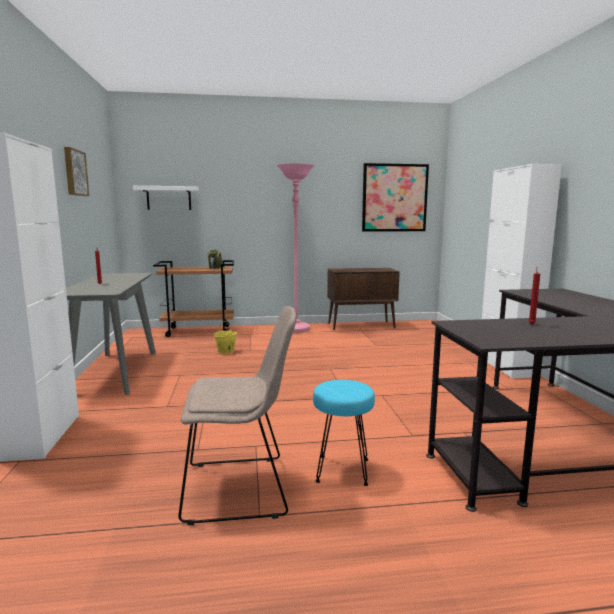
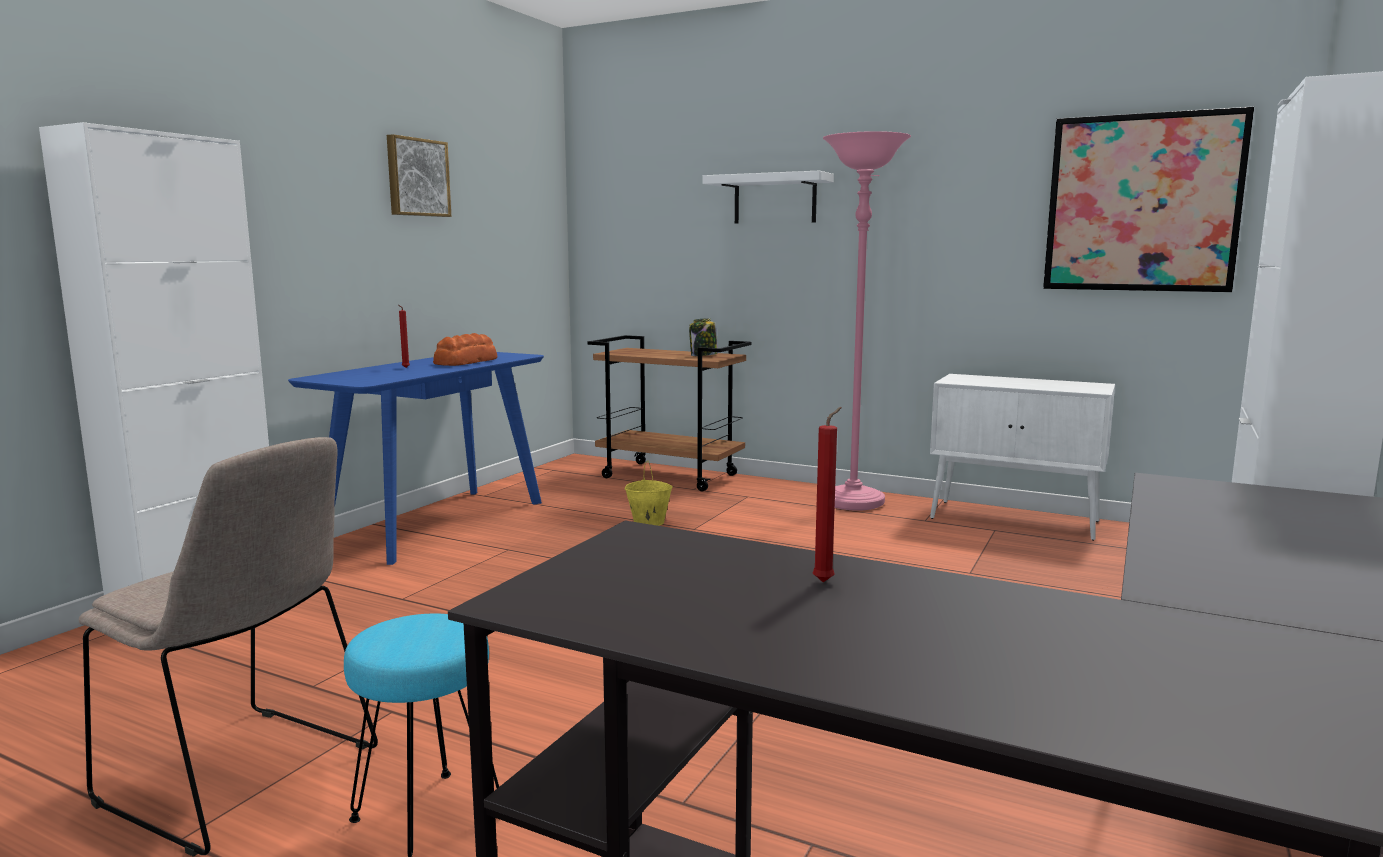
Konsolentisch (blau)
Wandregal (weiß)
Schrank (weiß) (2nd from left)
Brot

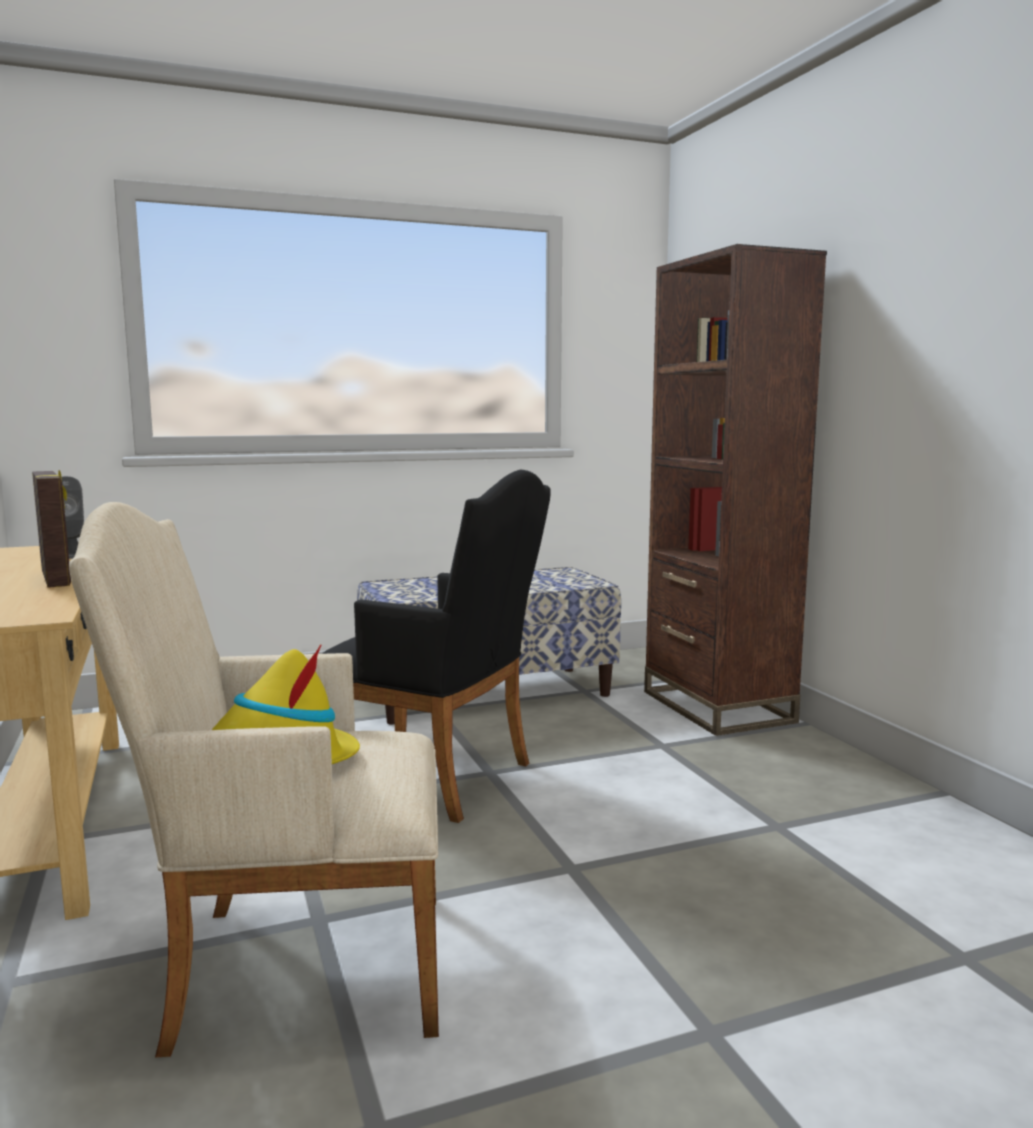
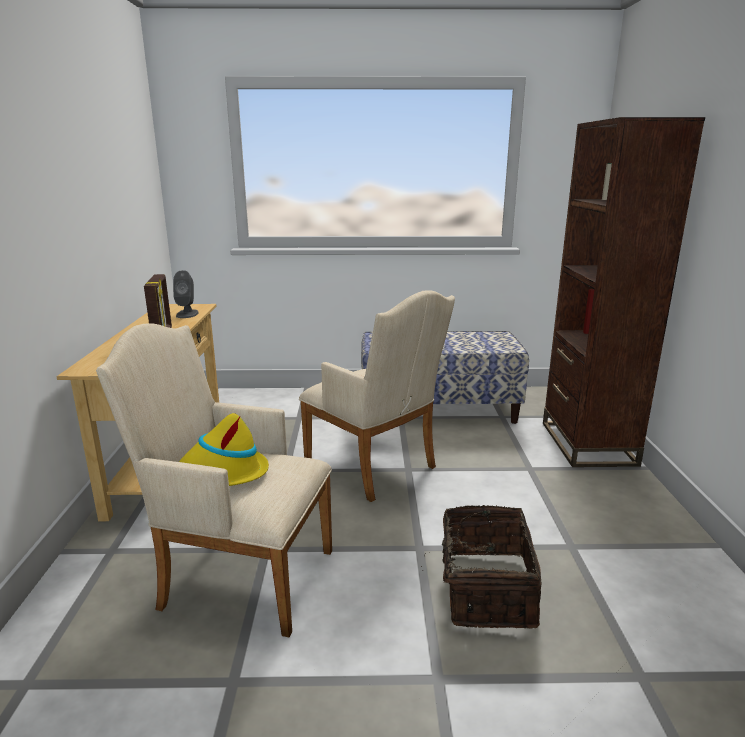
Sessel (beige) (2nd from left)
Korb

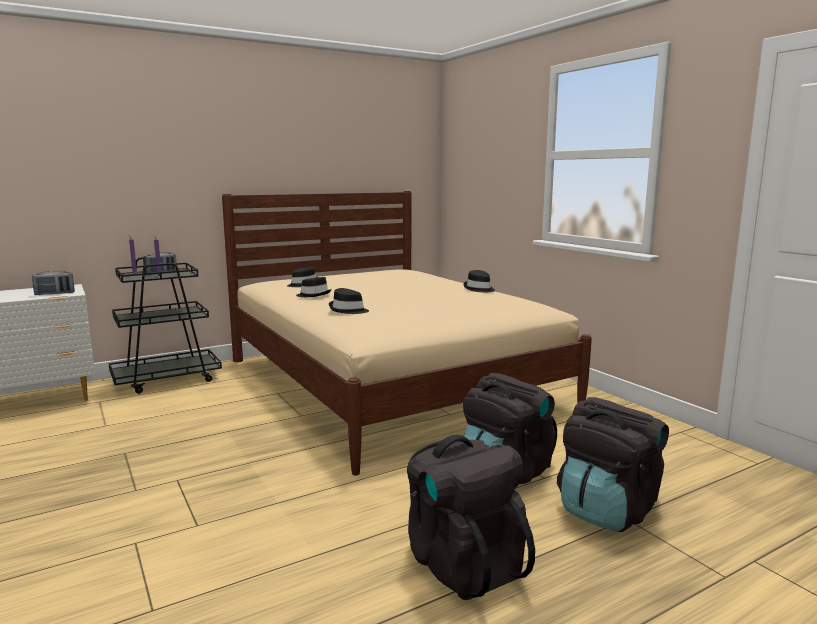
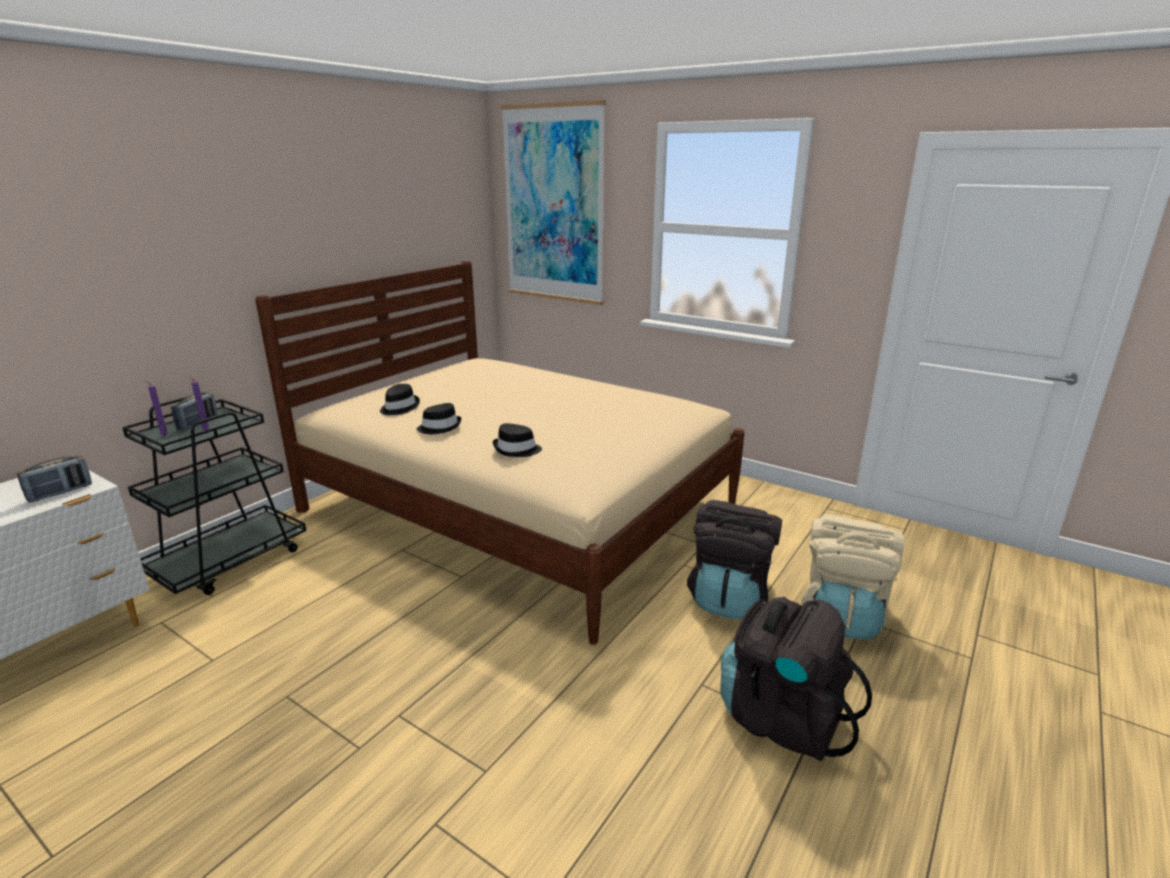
Hut (schwarz) (4th from left in the first image)
Rucksack (beige)
Bild

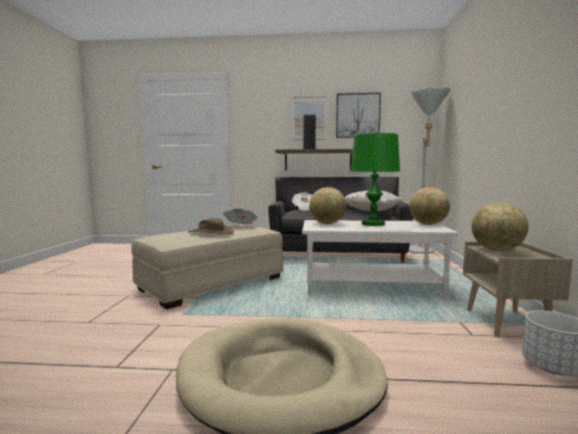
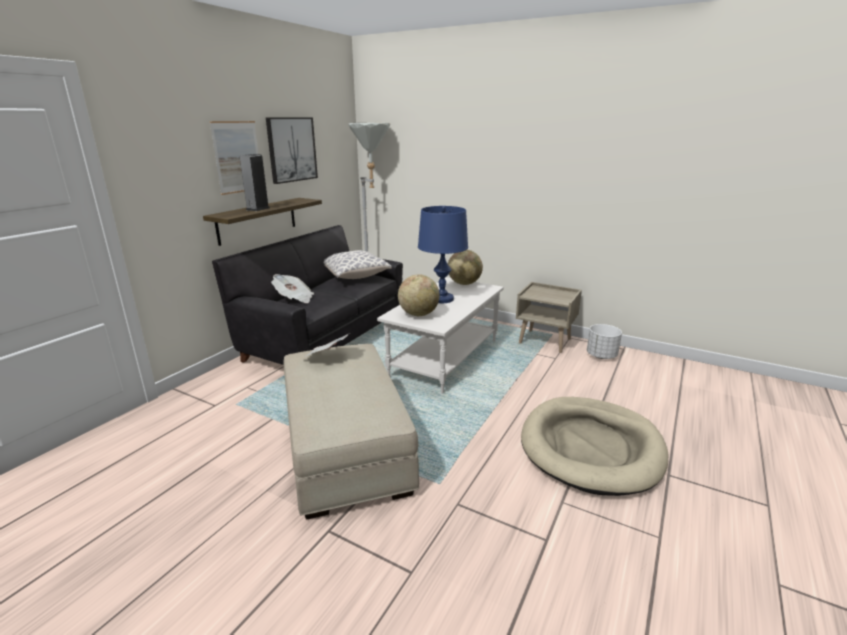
Hut (braun)
Tischlampe (blau)
Globus (3rd from left in the first image)

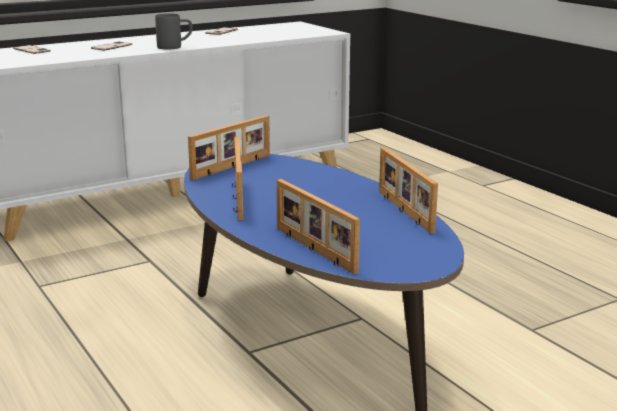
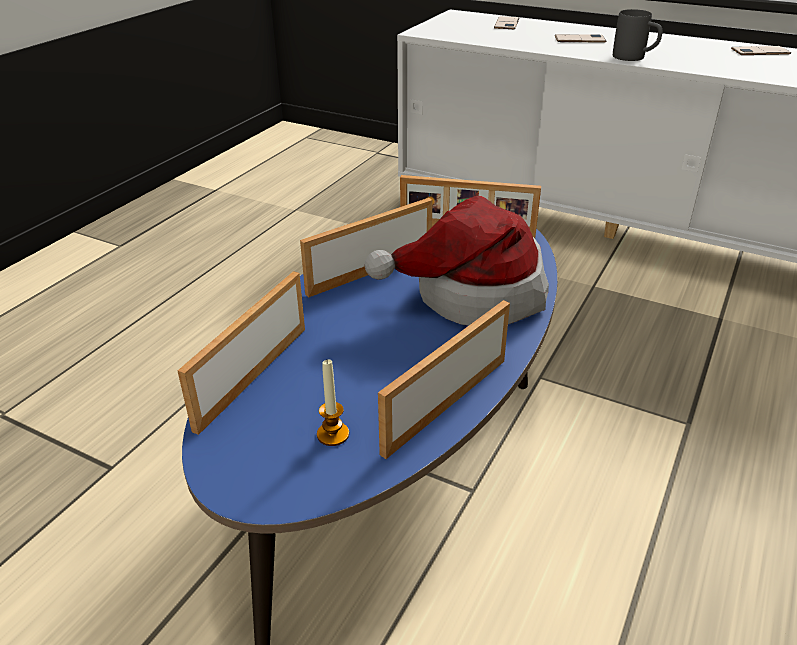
Kerze
Hut

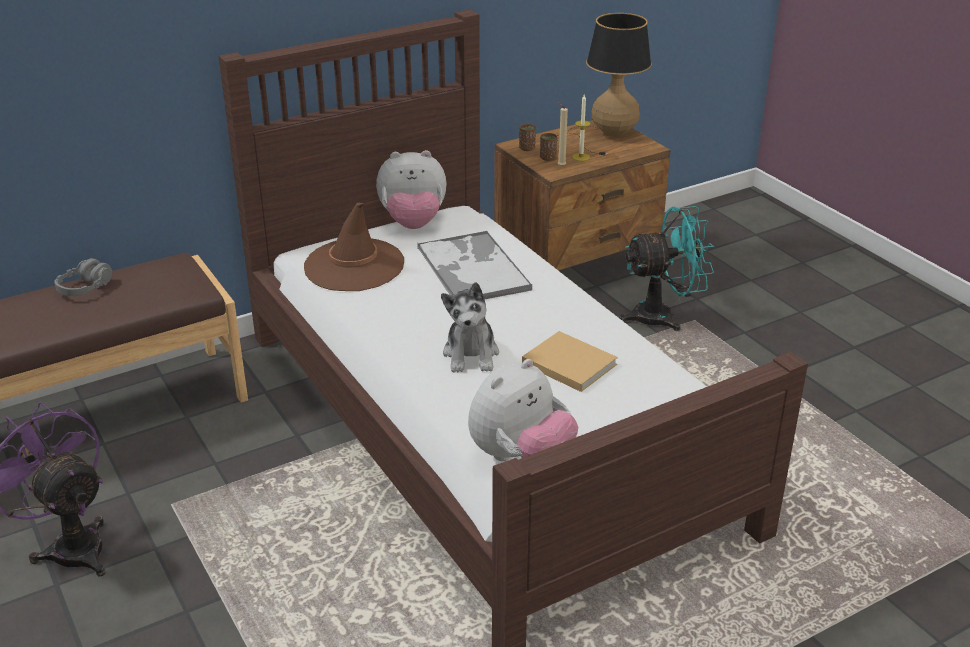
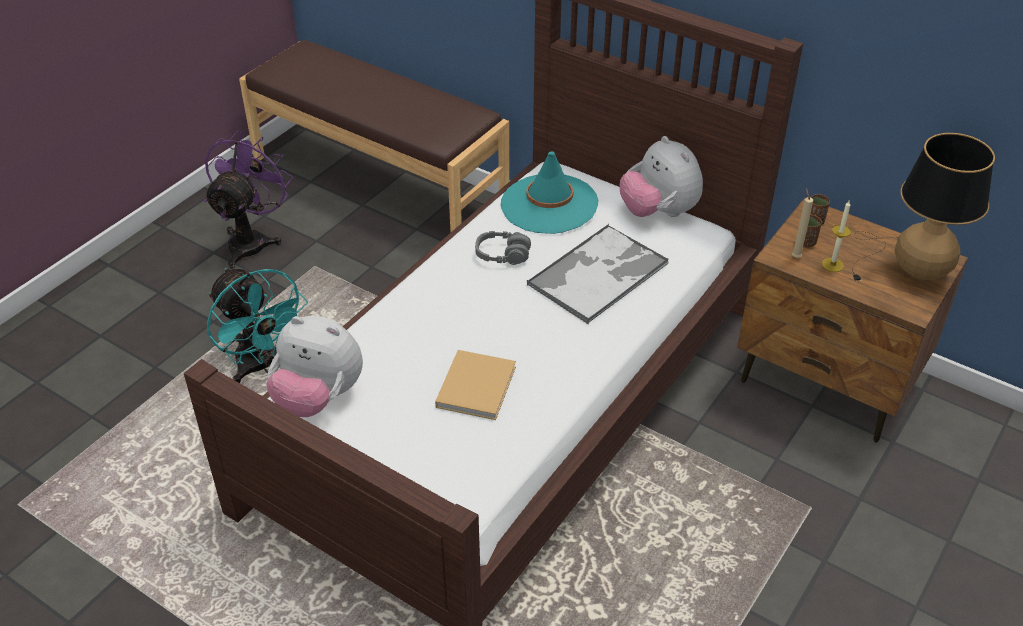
Kopfhörer (grau)
Hut (türkis)
Plüschtier (2nd from left in the first image)
Ventilator (türkis)

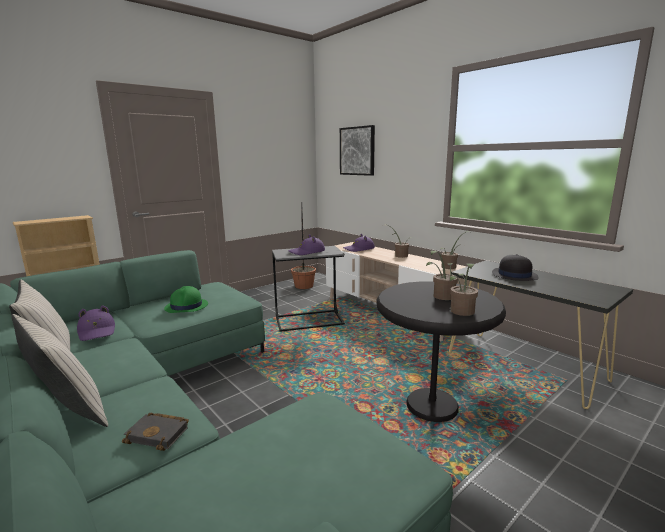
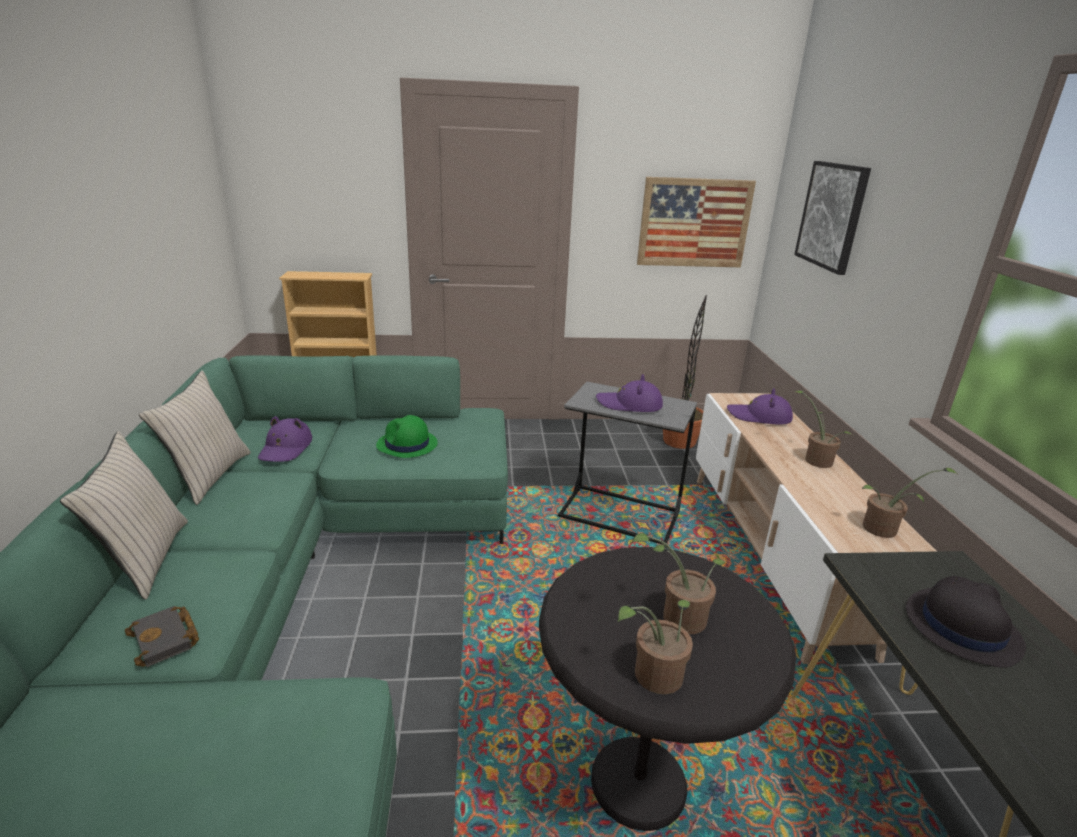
Bild (1st from left)

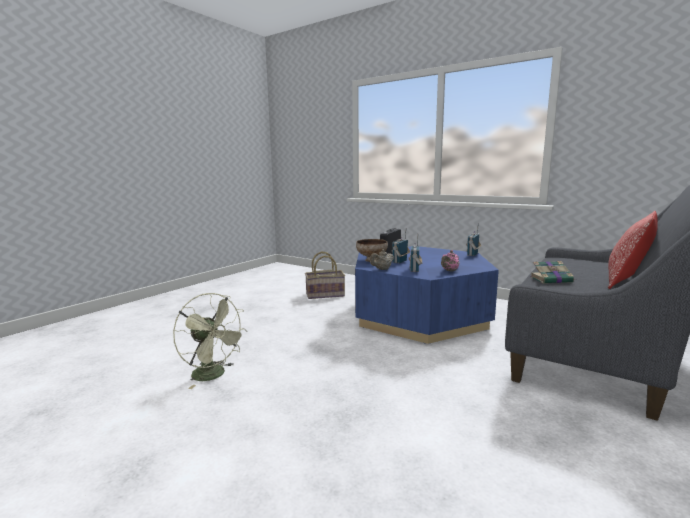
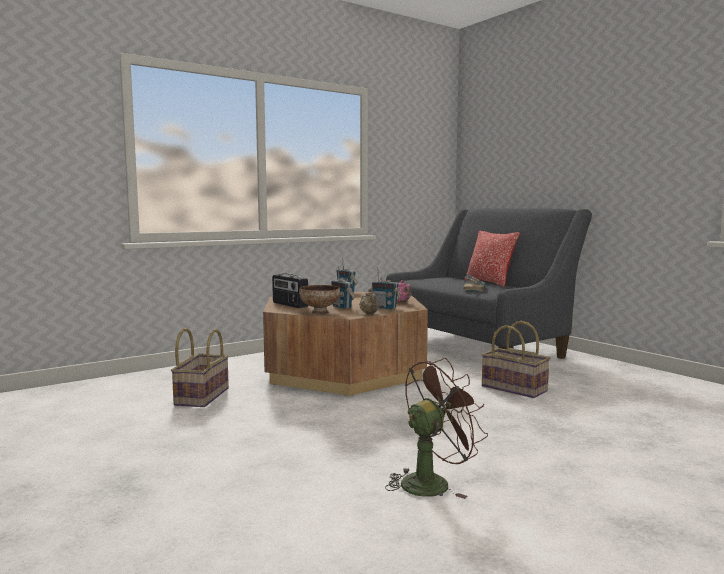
Ventilator (braun)
Couchtisch (braun)
Korb (2nd from left)

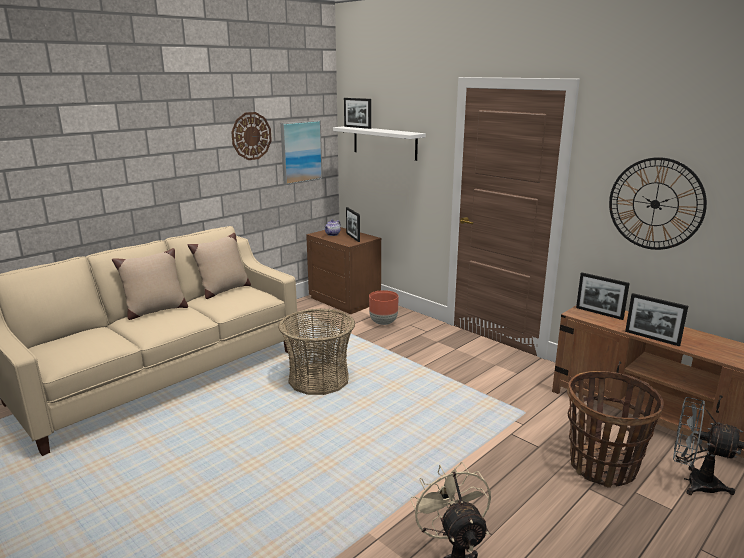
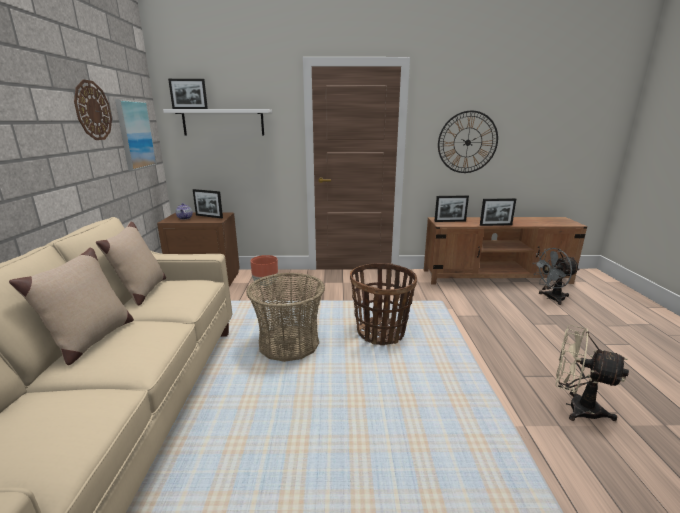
Korb (2nd from left)

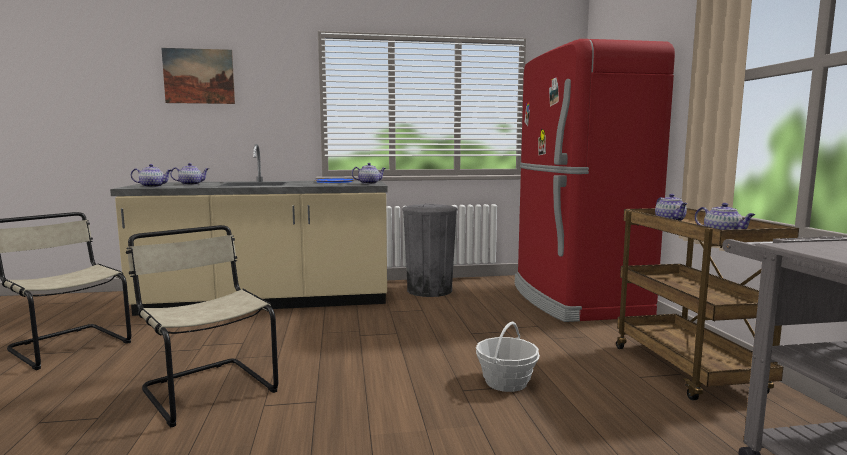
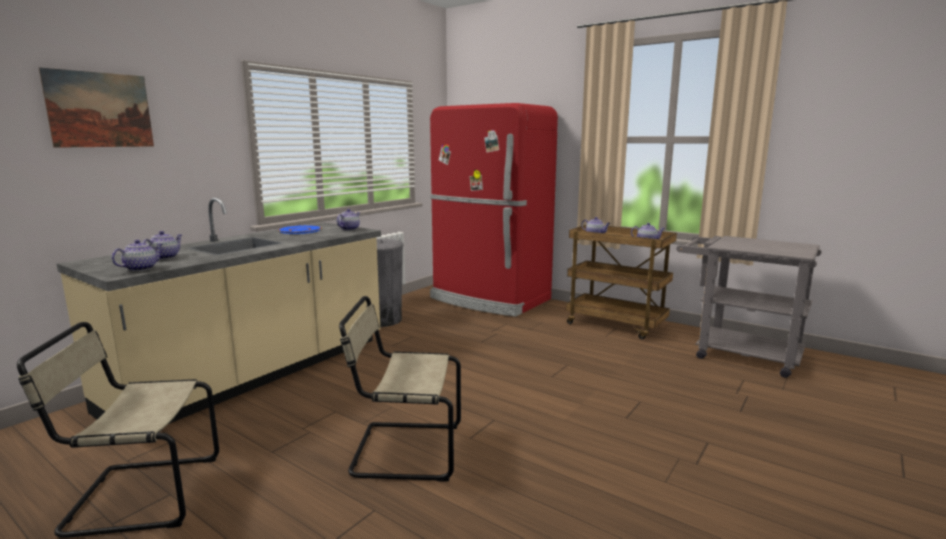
Korb

